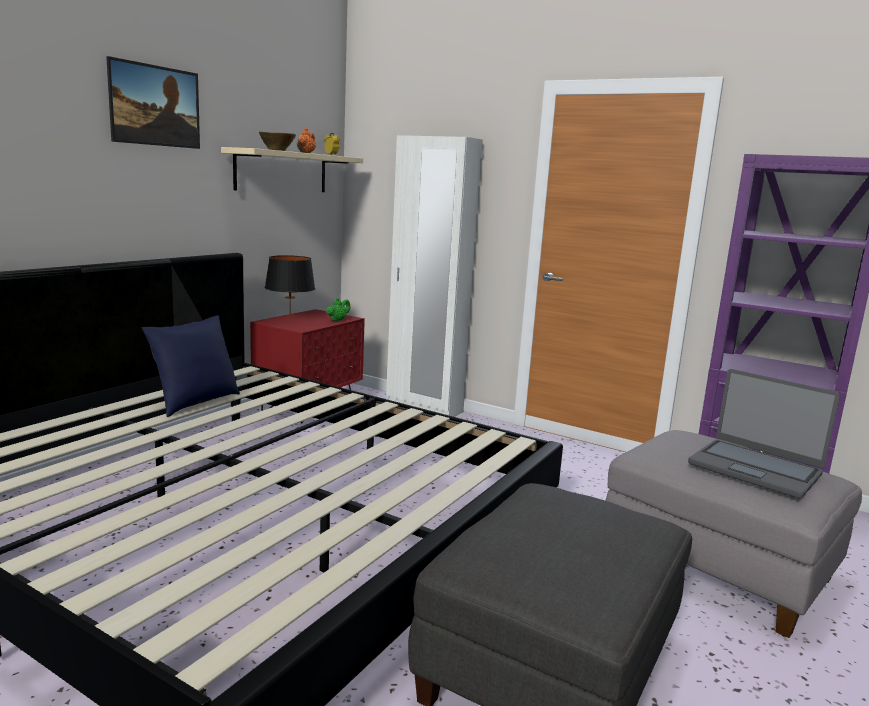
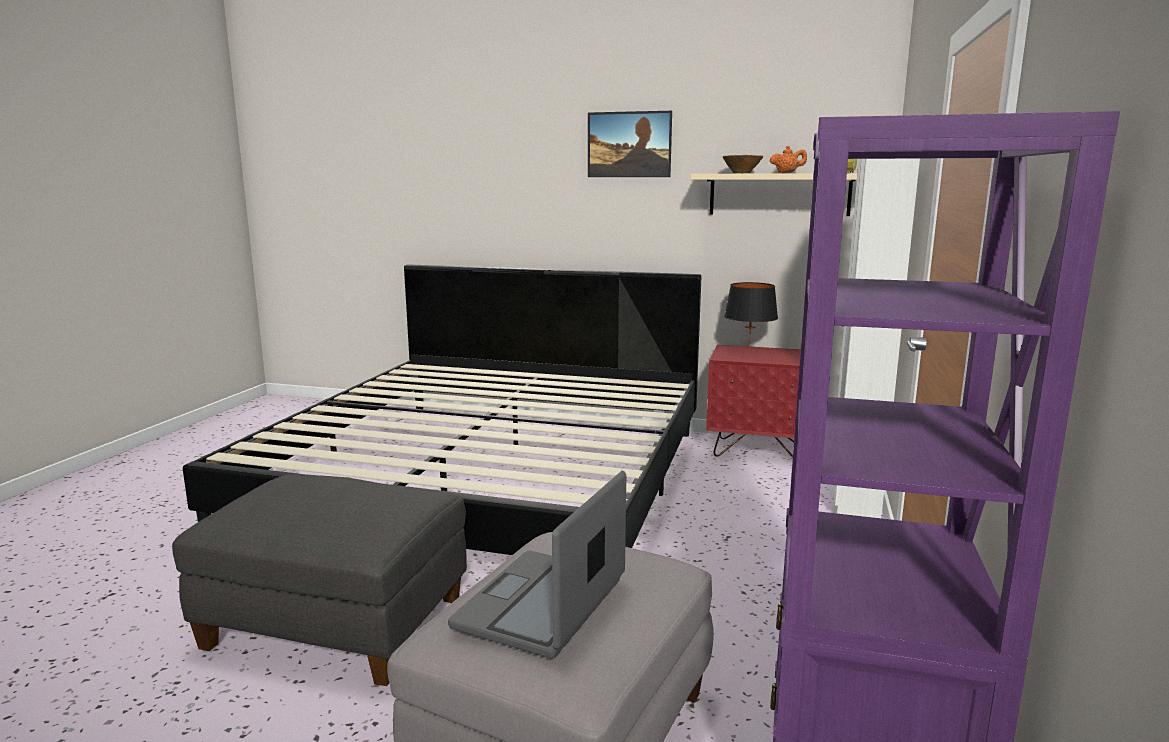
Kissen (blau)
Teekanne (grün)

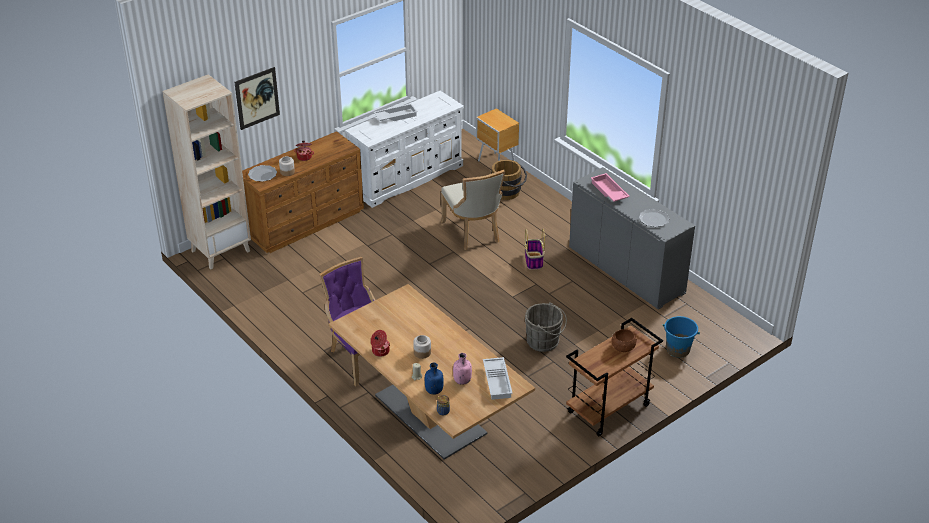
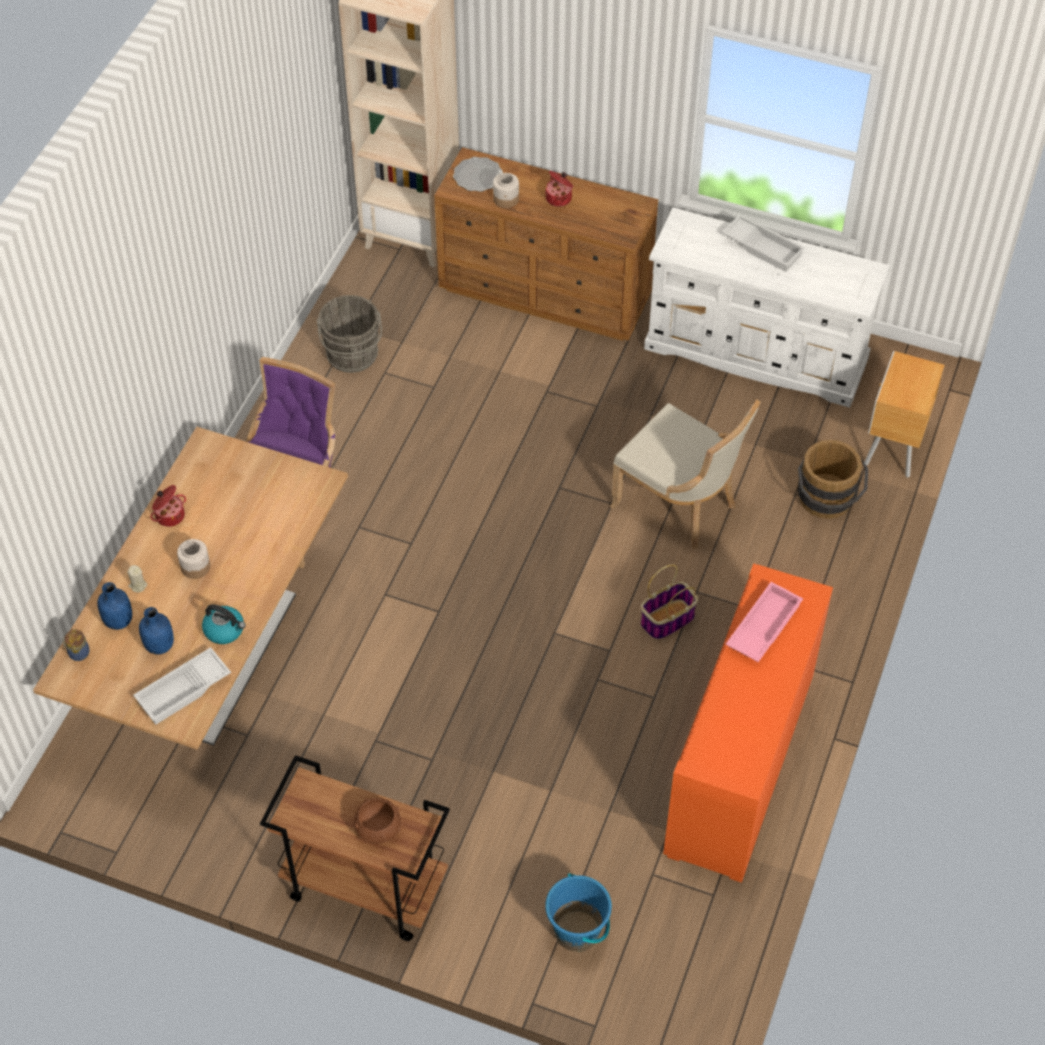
Bild
Stuhl (beige)
Flasche (blau) (2nd from left)
Eimer (grau)
Schrank (orange)
Teller (2nd from left in the first image)
Wasserkessel

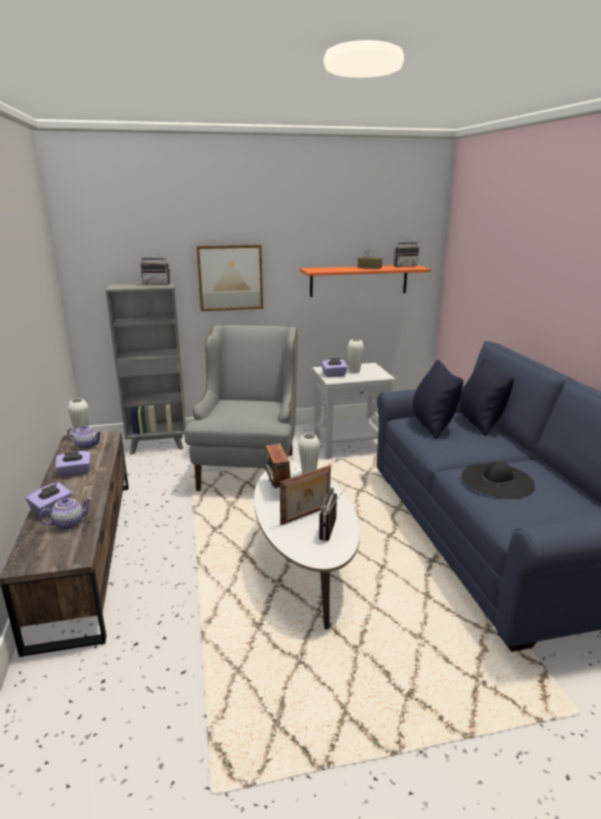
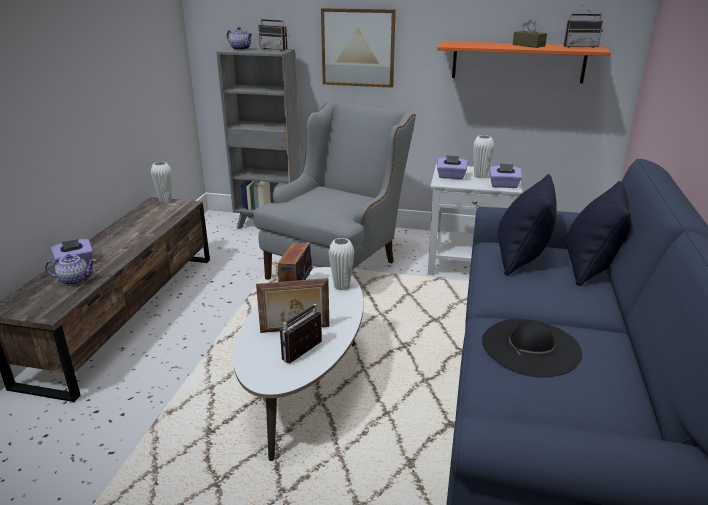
Taschentuchbox (lila) (3rd from left)
Teekanne (2nd from left)

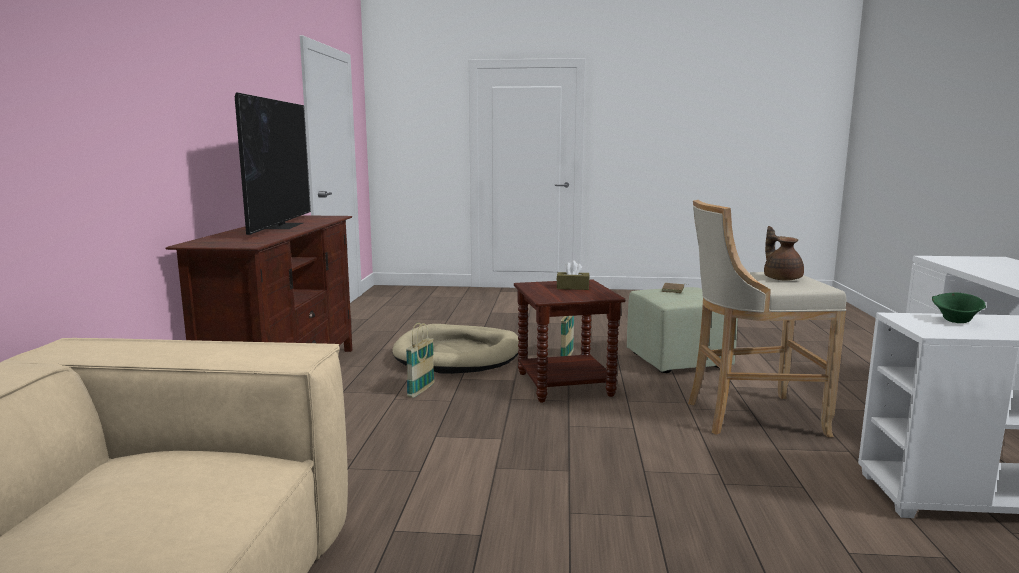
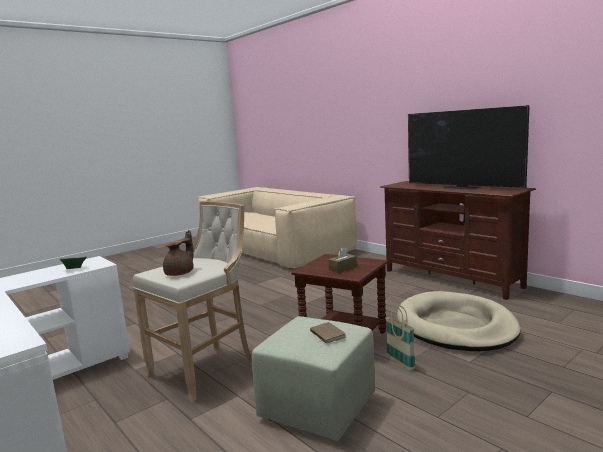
Korb (1st from left in the first image)
Teekanne (braun)

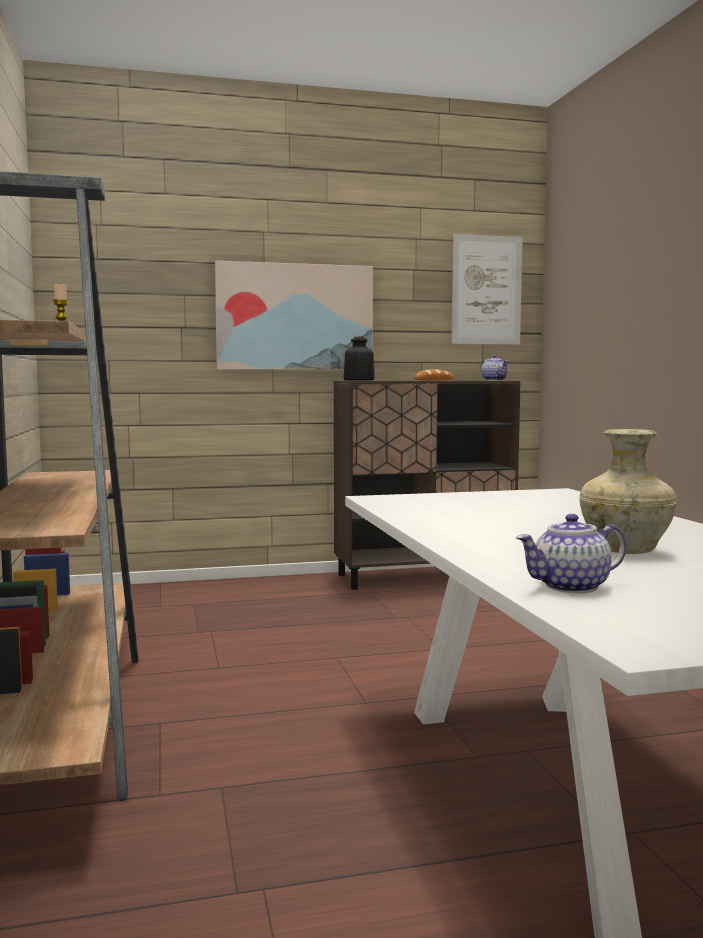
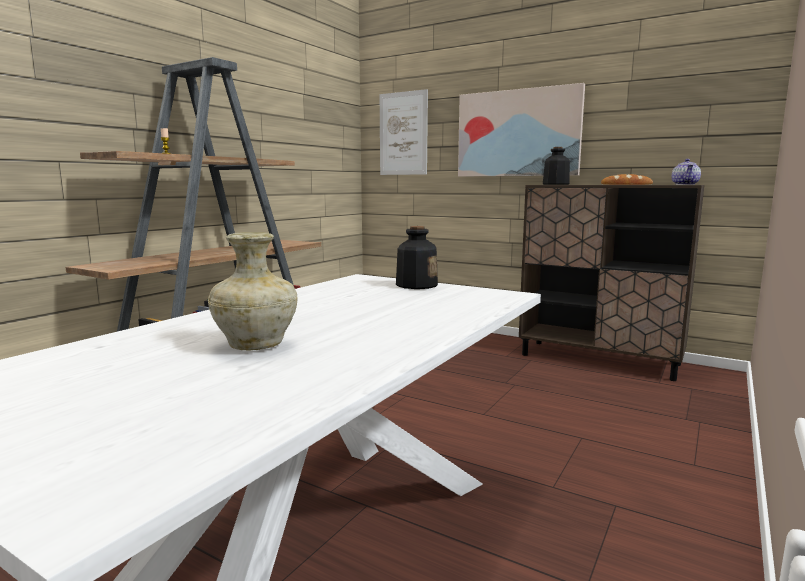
Bild (1st from left)
Teekanne (2nd from left in the first image)
Flasche (1st from left)

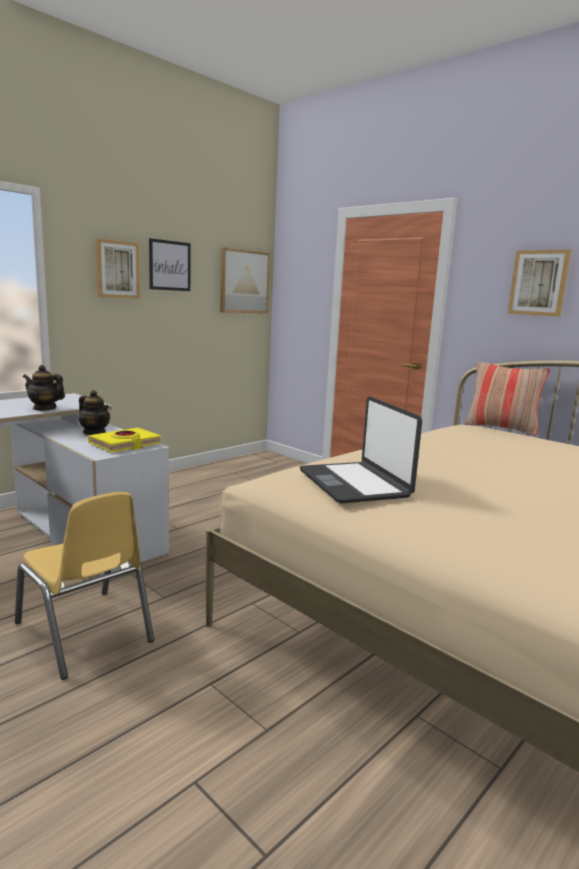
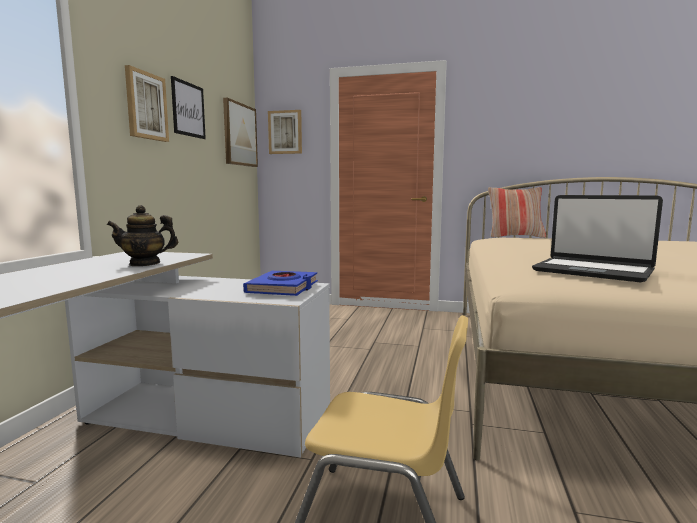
Teekanne (2nd from left in the first image)
Buch (blau)
Bild (4th from left)

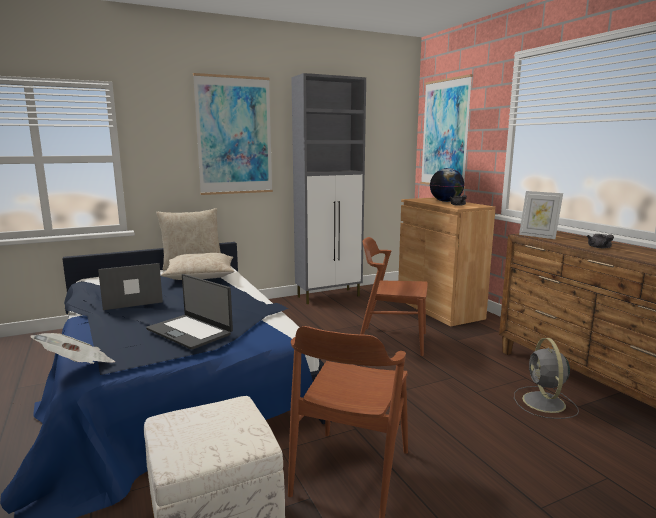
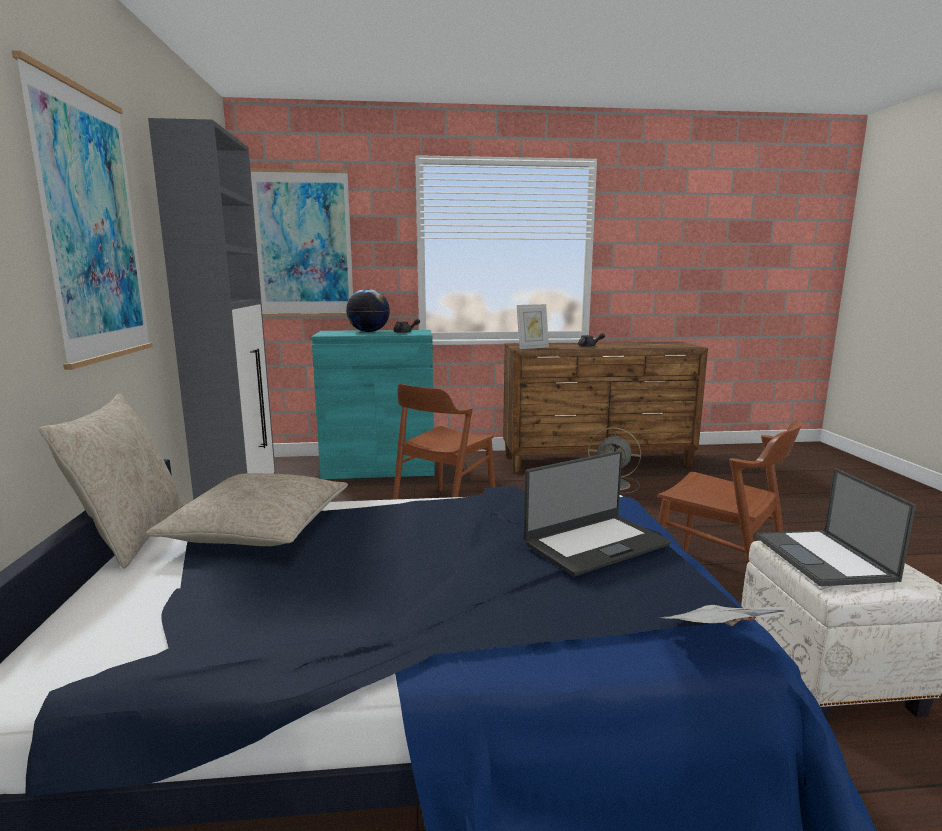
Laptop (2nd from left)
Schrank (türkis)

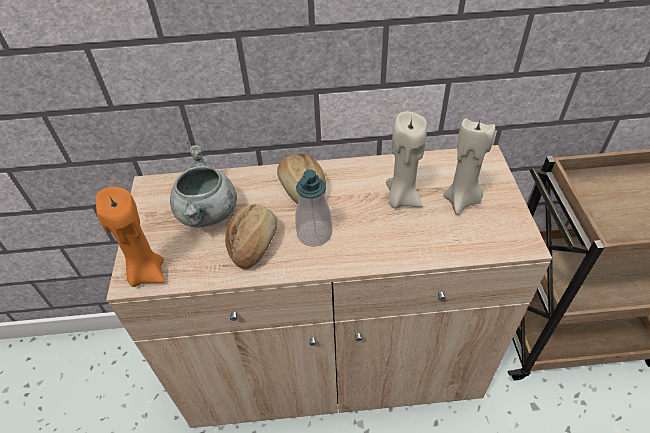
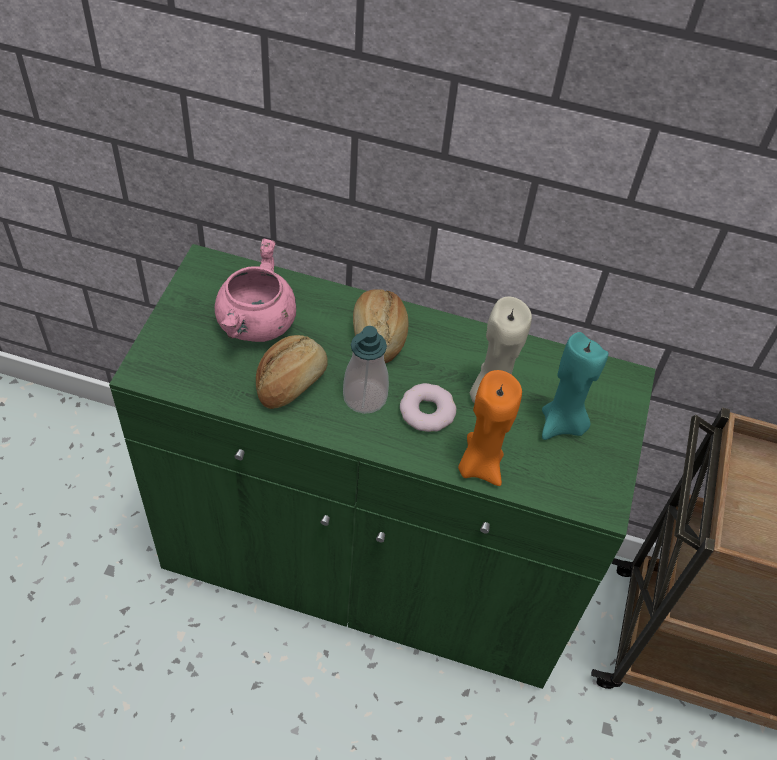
Kerze (orange)
Schrank (grün)
Kochtopf (rosa)
Kerze (türkis)
Donut

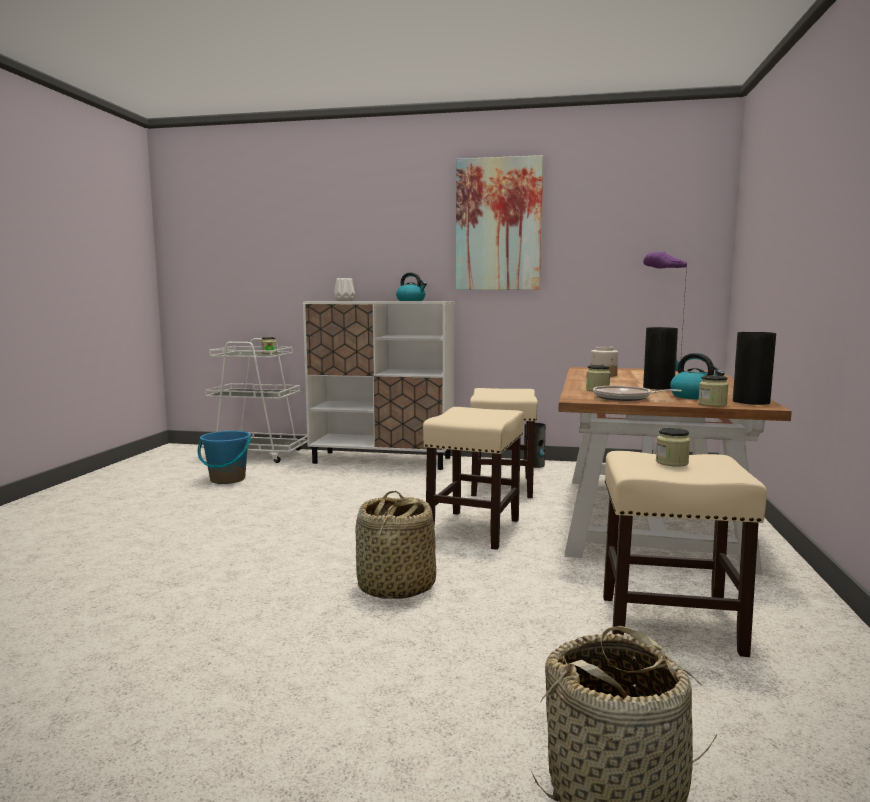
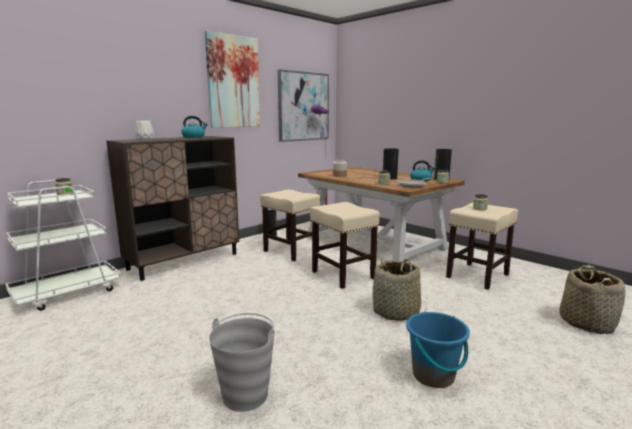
Eimer (blau)
Schrank (braun)
Eimer (grau)
Bild (2nd from left)

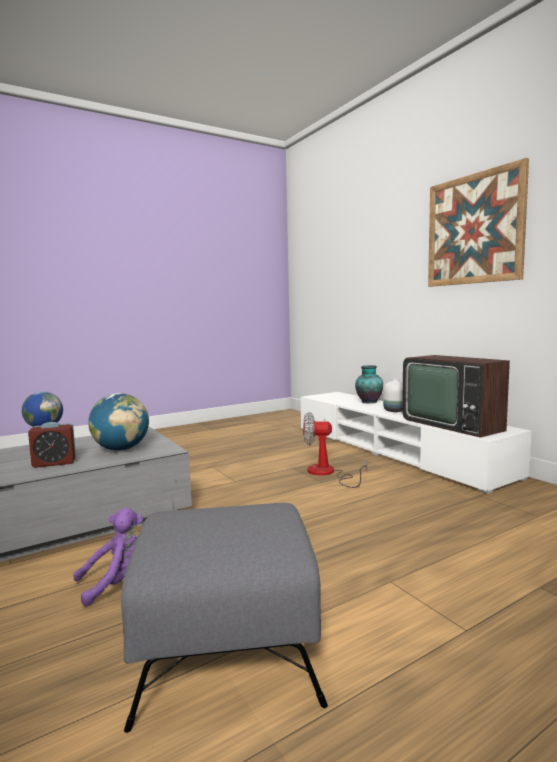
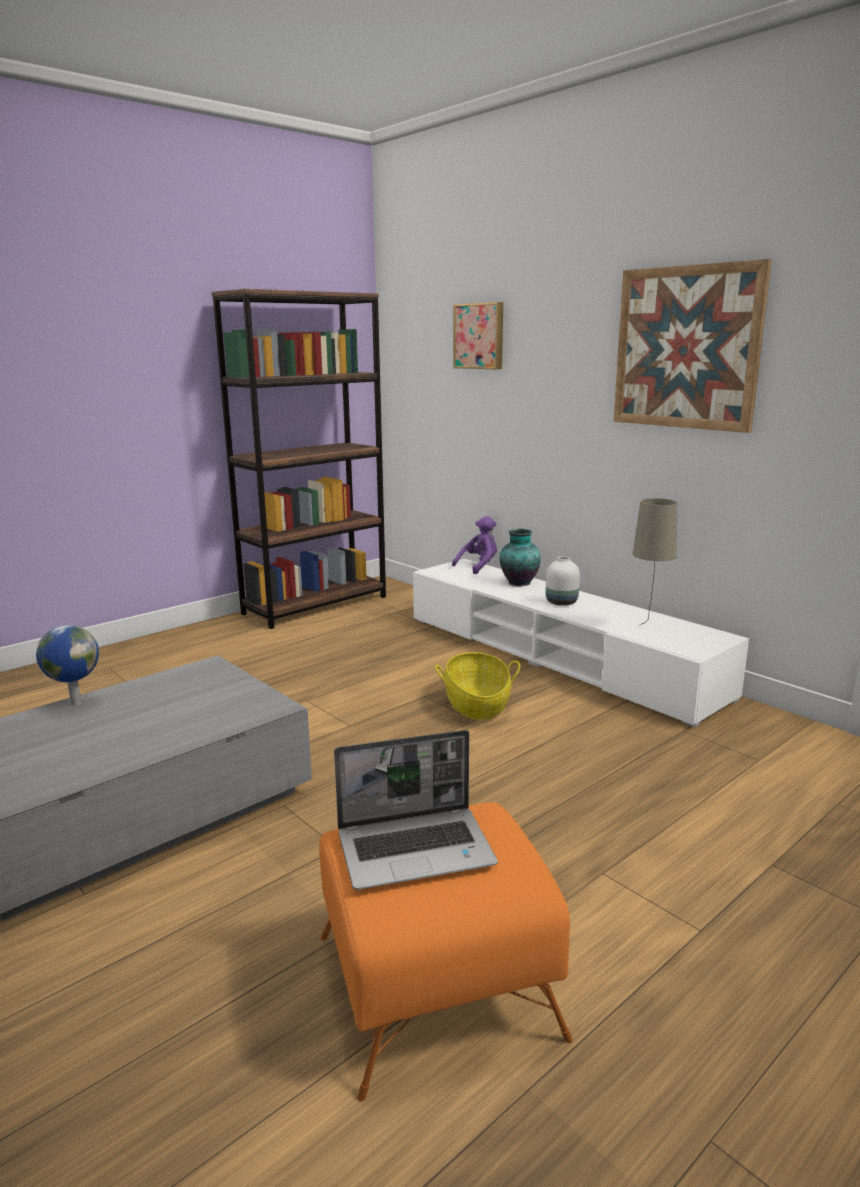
Wecker
Plüschtier (lila)
Globus (2nd from left in the first image)
Polsterhocker (orange)
Korb
Tischlampe (beige)
Bücherregal (braun)
Laptop
Bild (1st from left)

